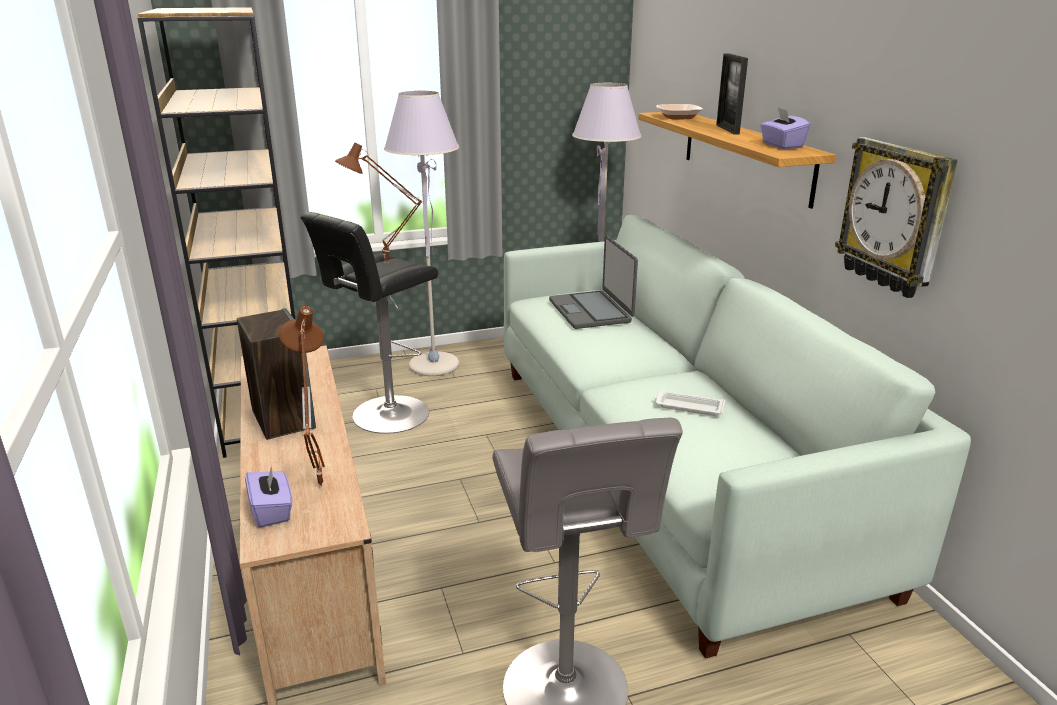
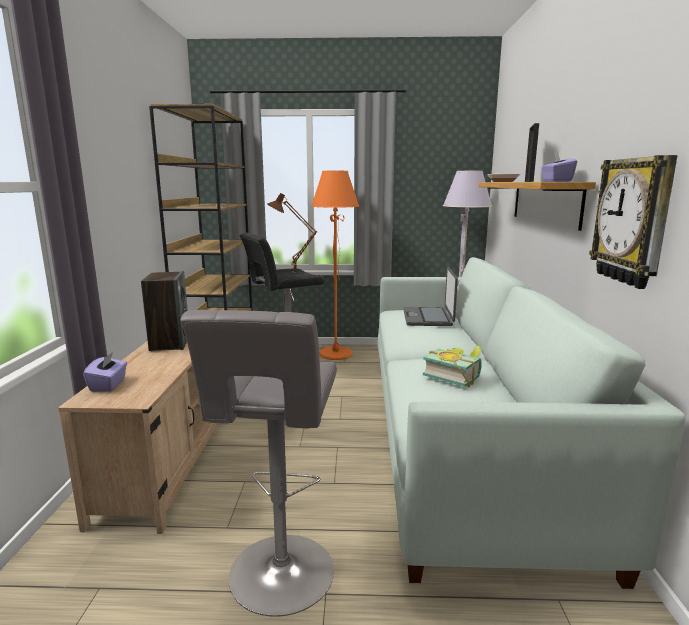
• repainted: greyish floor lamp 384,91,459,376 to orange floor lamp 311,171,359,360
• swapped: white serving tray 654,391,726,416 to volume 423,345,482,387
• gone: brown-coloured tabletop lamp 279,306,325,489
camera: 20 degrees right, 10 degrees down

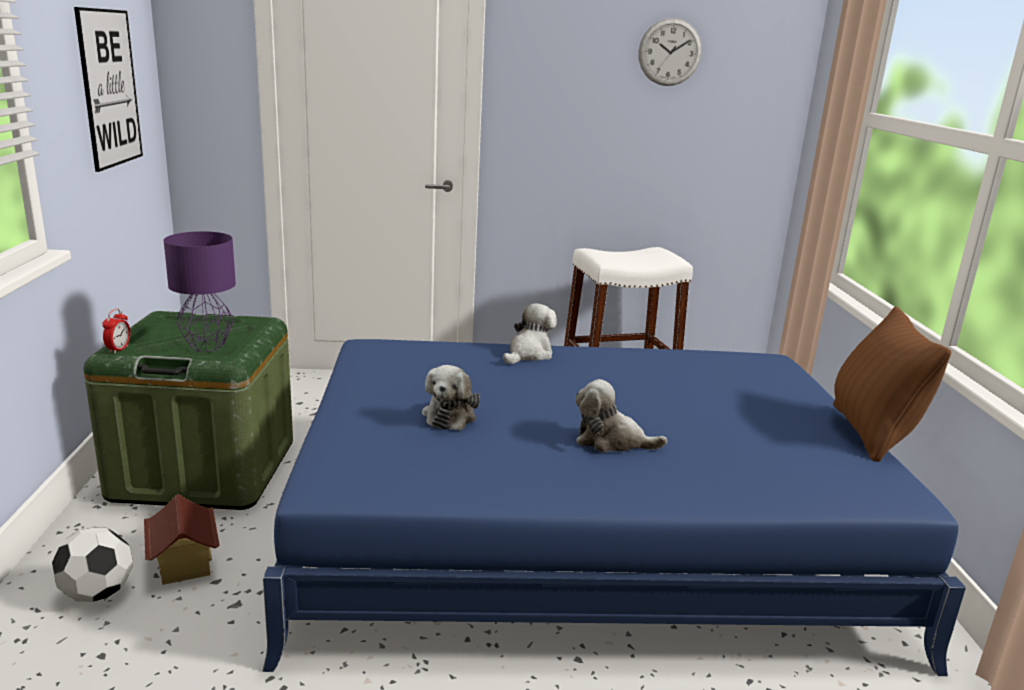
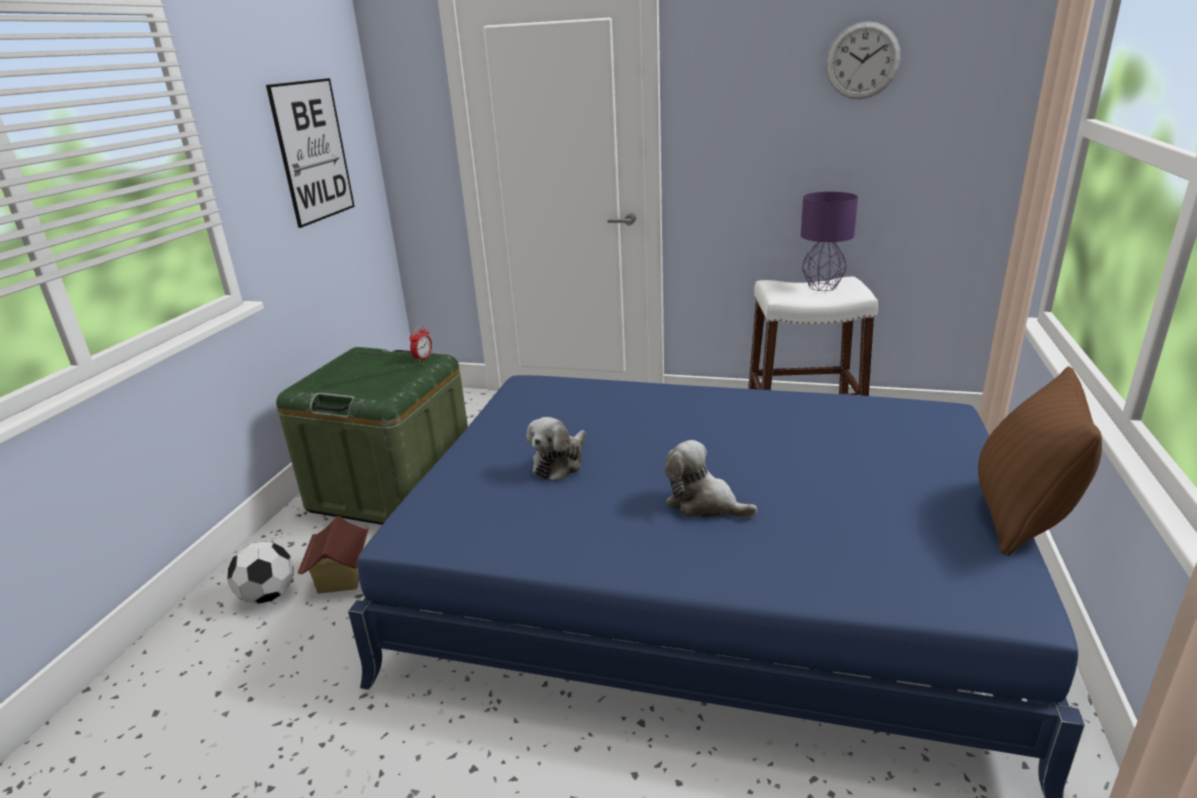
• shifted: alarm clock 102,309,131,354 to 409,325,432,362
• shifted: purple-coloured tabletop lamp 164,231,236,352 to 801,192,858,291
• gone: plush toy 503,303,557,364
camera: 20 degrees right, 5 degrees up

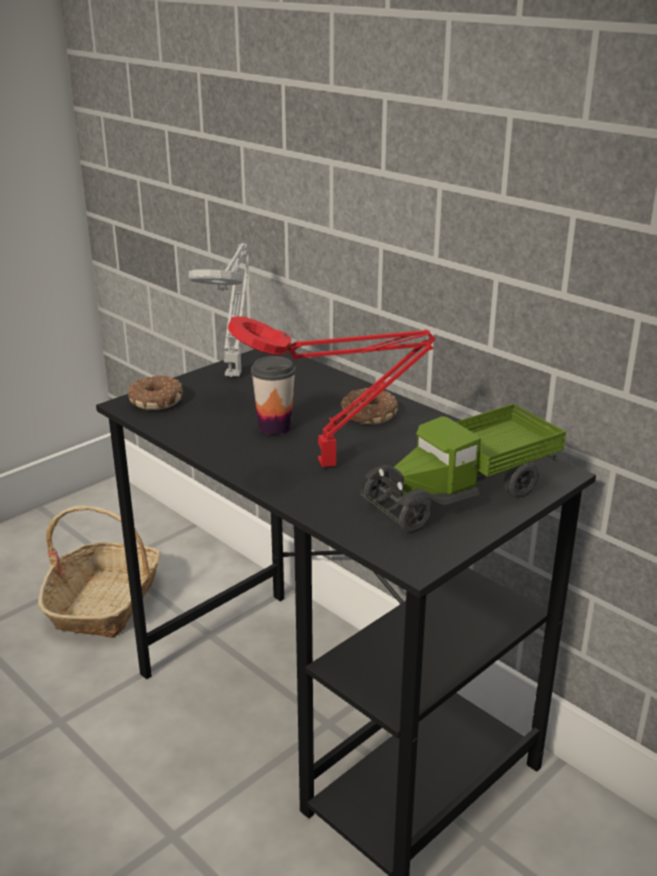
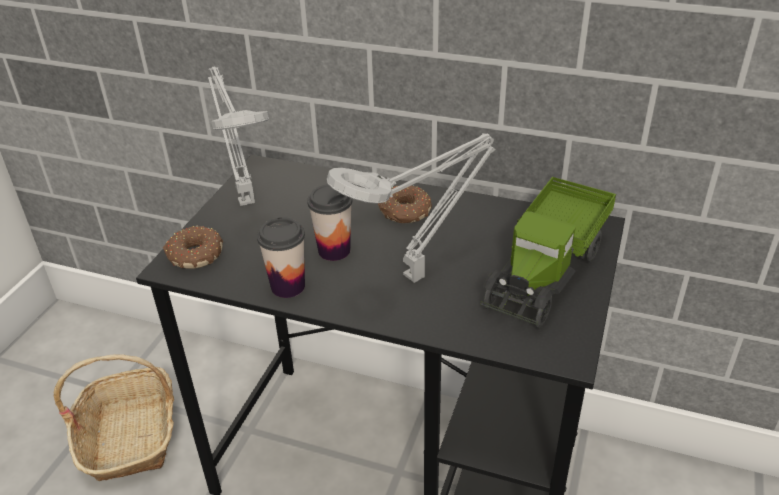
• new: drinking cup 257,218,305,298
• repainted: red-coloured tabletop lamp 228,316,435,467 to greyish tabletop lamp 327,133,496,283
camera: 25 degrees left, 10 degrees up

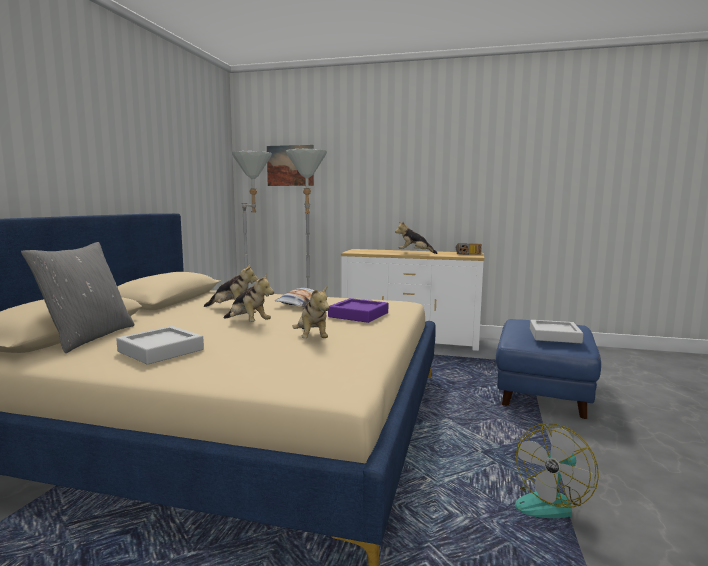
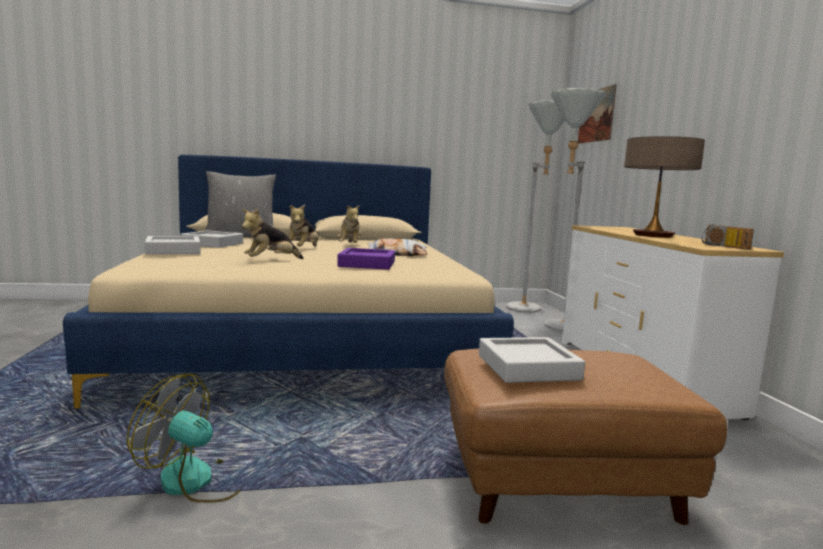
• new: greyish serving tray 145,236,201,254
• repainted: blue-coloured pouffe 496,319,601,419 to brown-coloured pouffe 444,349,728,525
• swapped: plush toy 395,221,438,254 to tabletop lamp 624,136,705,238
camera: 65 degrees right, 0 degrees up

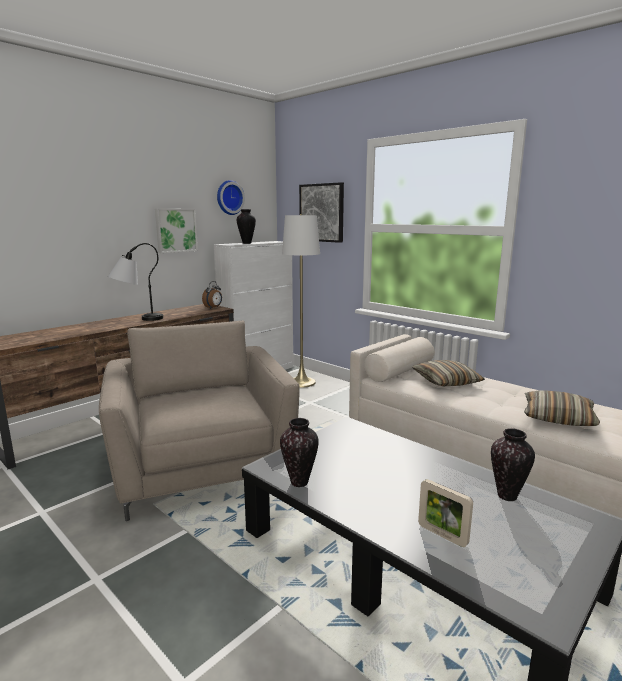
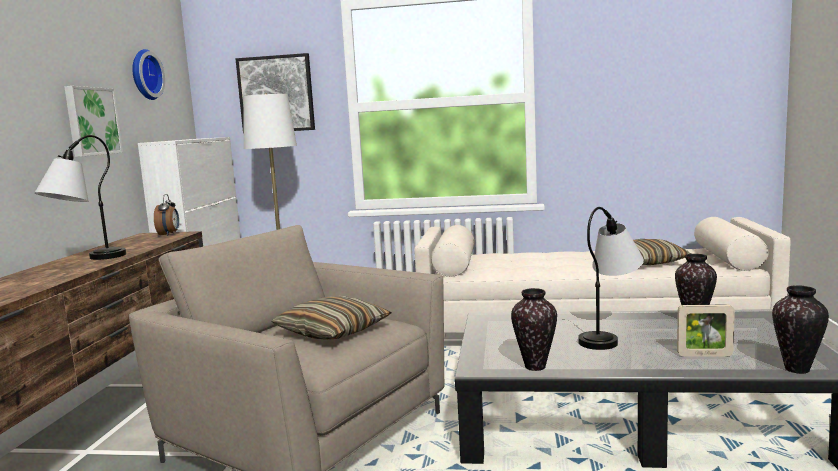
• shifted: cushion 412,360,485,386 to 271,296,392,340
• new: tabletop lamp 578,207,644,350
• shifted: flower vase 237,209,256,244 to 772,285,829,373
camera: 35 degrees left, 5 degrees down

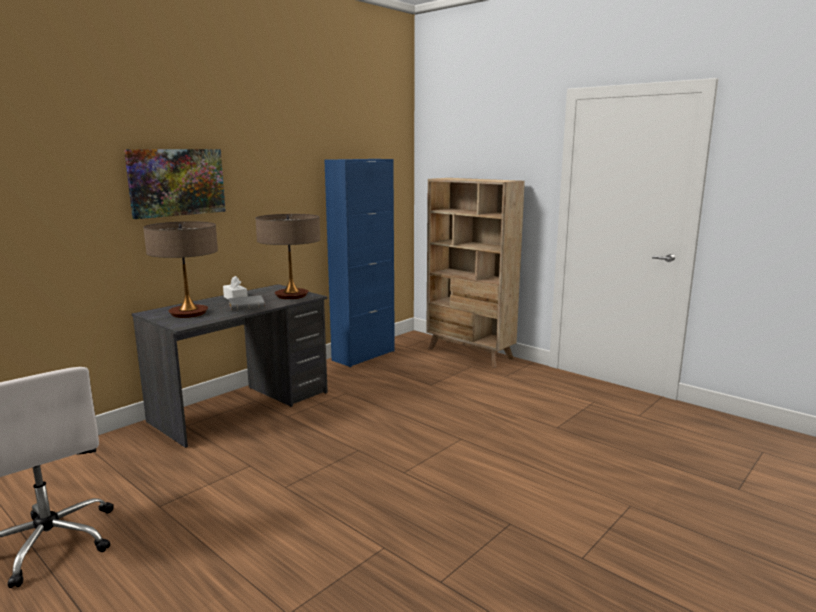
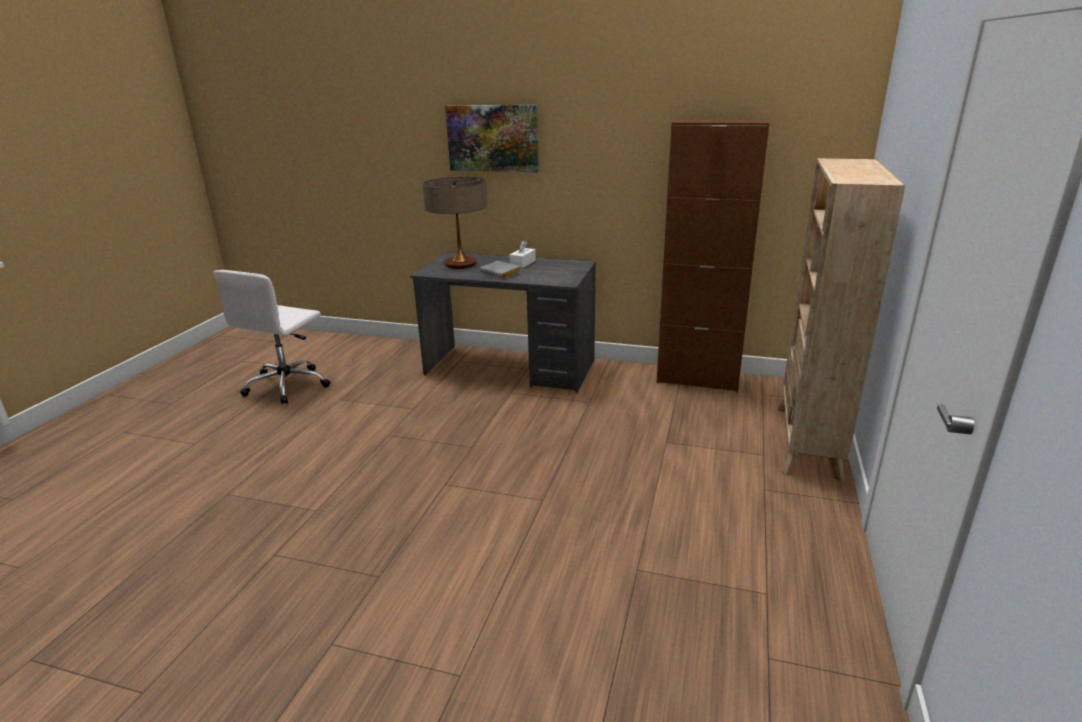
• repainted: blue-coloured cupboard 324,159,395,367 to brown-coloured cupboard 657,119,769,392
• gone: tabletop lamp 255,214,320,299
camera: 65 degrees right, 10 degrees up

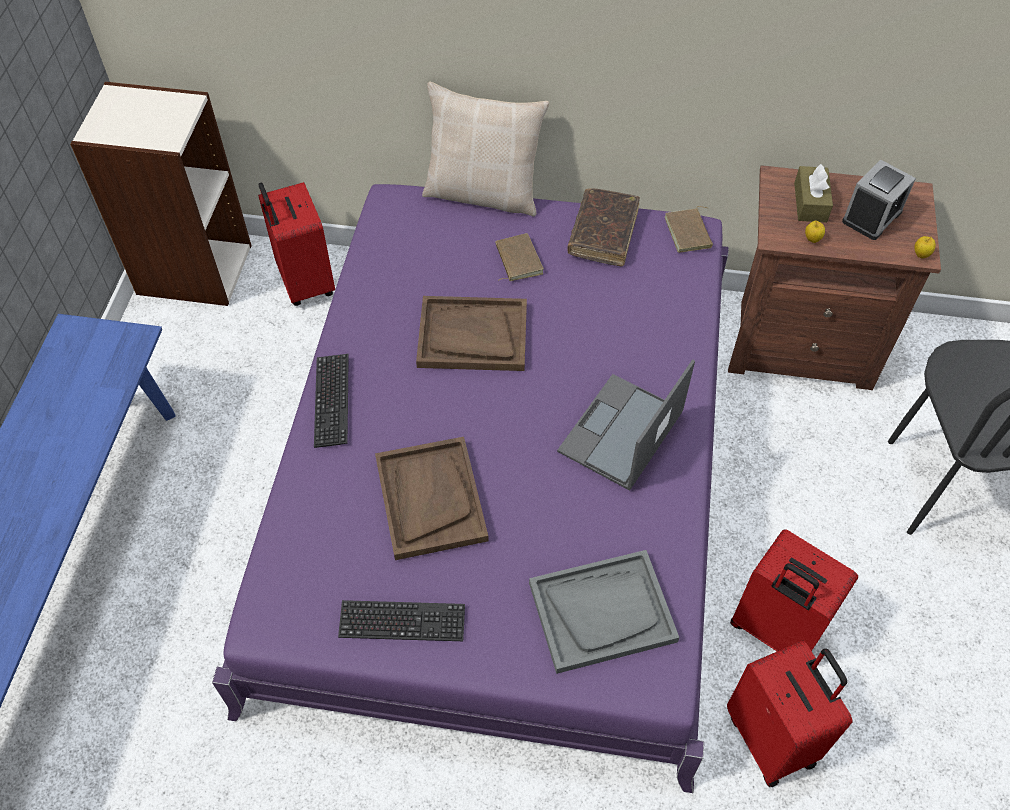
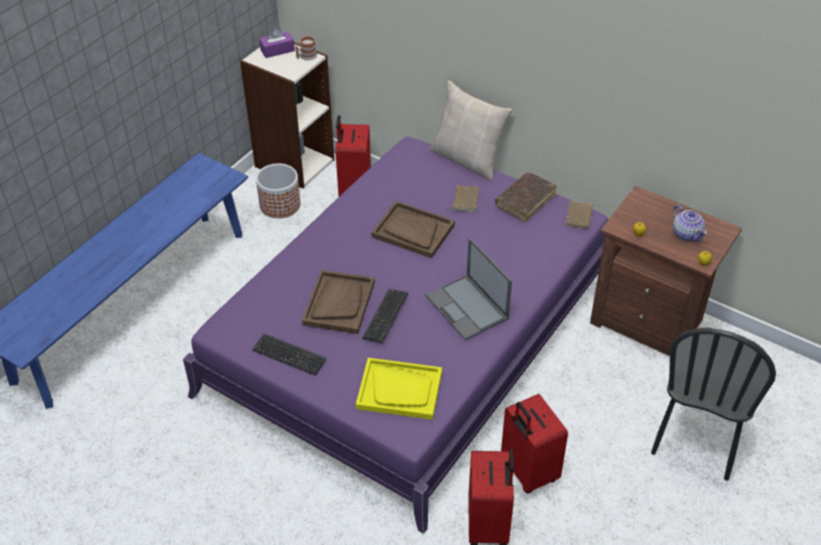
• new: plant pot 256,163,300,218
• new: purple-coloured tissue holder 259,28,295,58
• new: mug 295,36,317,60
• repainted: greyish serving tray 529,550,680,674 to yellow-coloured serving tray 356,358,442,420
• shifted: PC keyboard 314,354,349,448 to 362,289,408,343
• rotated: notebook computer 557,359,695,491 = 426,238,512,340 90 degrees counterclockwise
• swapped: alarm clock 842,159,916,240 to tea pot 673,204,707,242
• gone: brown-coloured tissue holder 794,164,833,223
camera: 25 degrees right, 10 degrees down

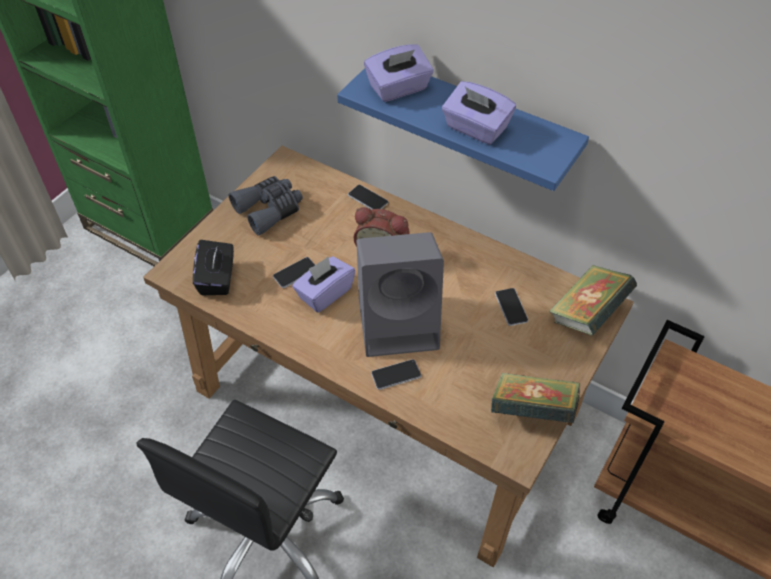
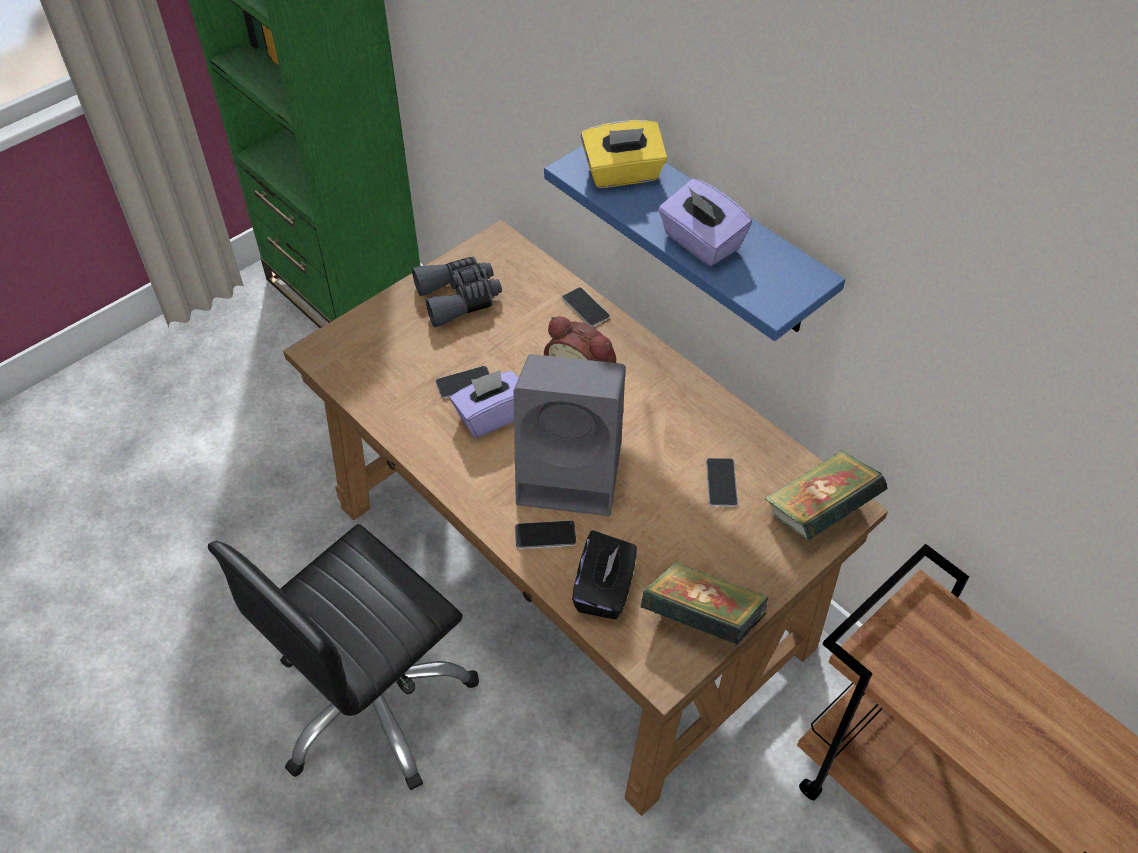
• shifted: blackish tissue holder 193,240,234,295 to 572,530,637,619
• repainted: purple-coloured tissue holder 364,44,434,102 to yellow-coloured tissue holder 581,120,667,188
camera: 15 degrees right, 0 degrees up

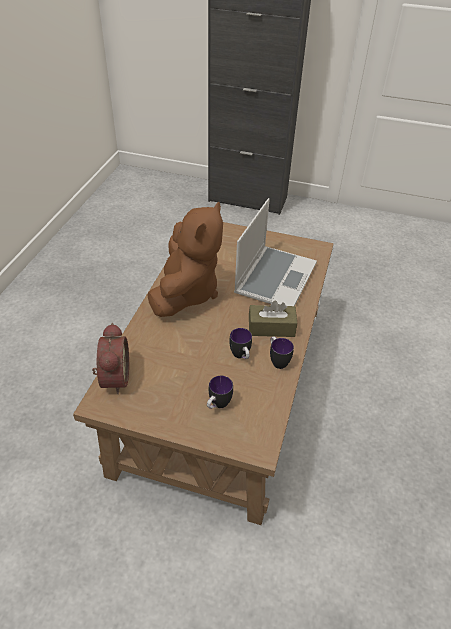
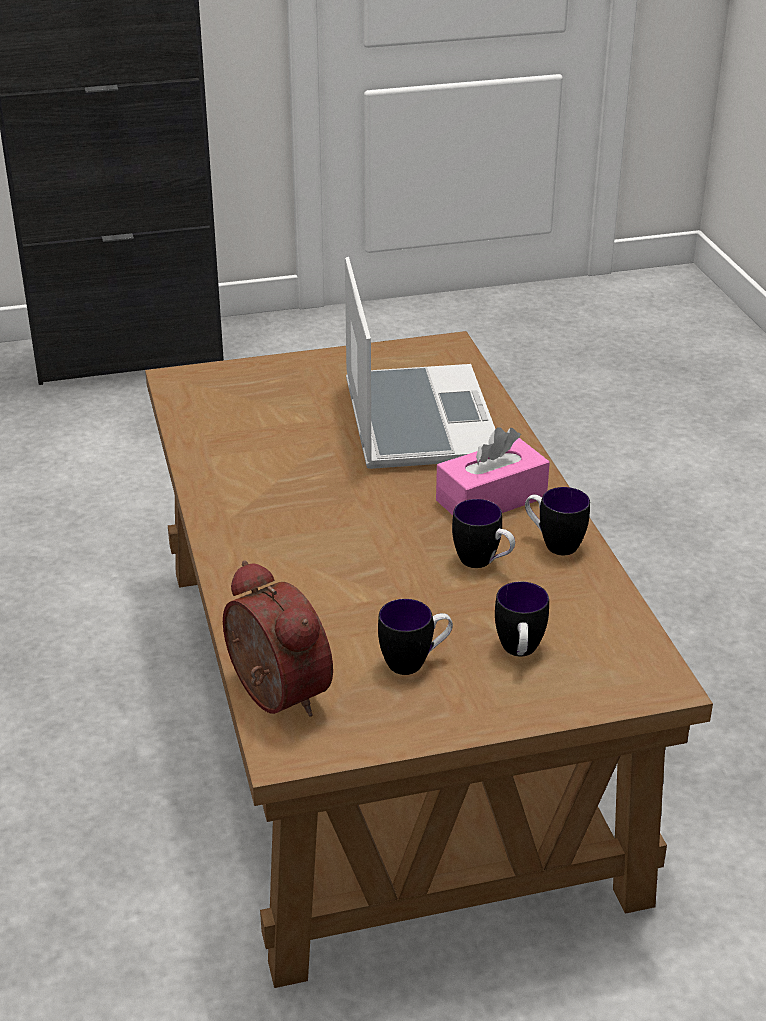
• new: mug 378,599,453,675
• repainted: brown-coloured tissue holder 249,301,297,337 to pink-coloured tissue holder 436,427,550,515
• gone: brown-coloured plush toy 147,202,223,317
camera: 30 degrees left, 10 degrees down

